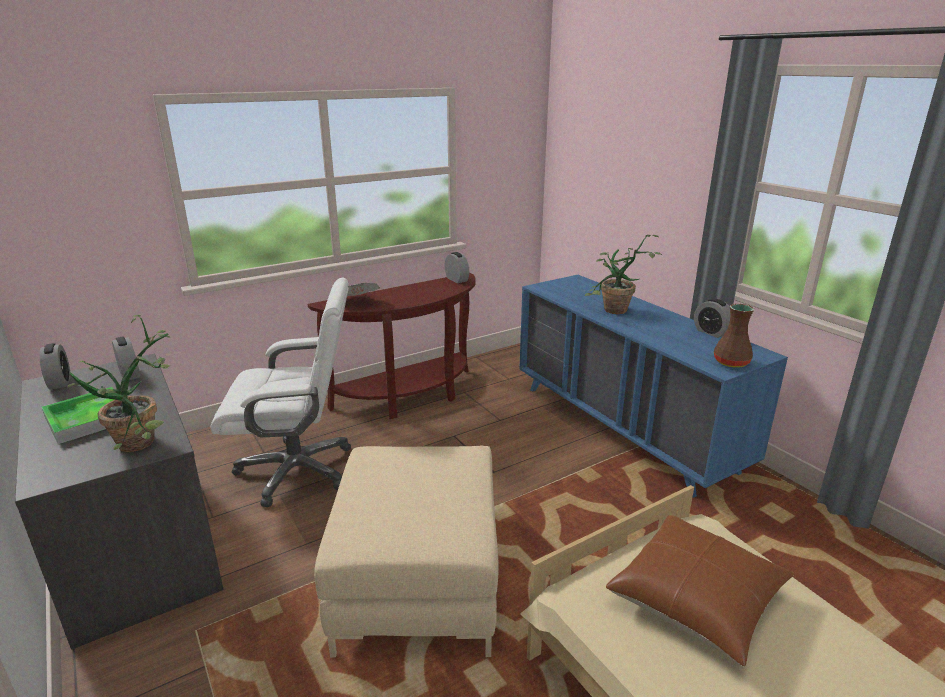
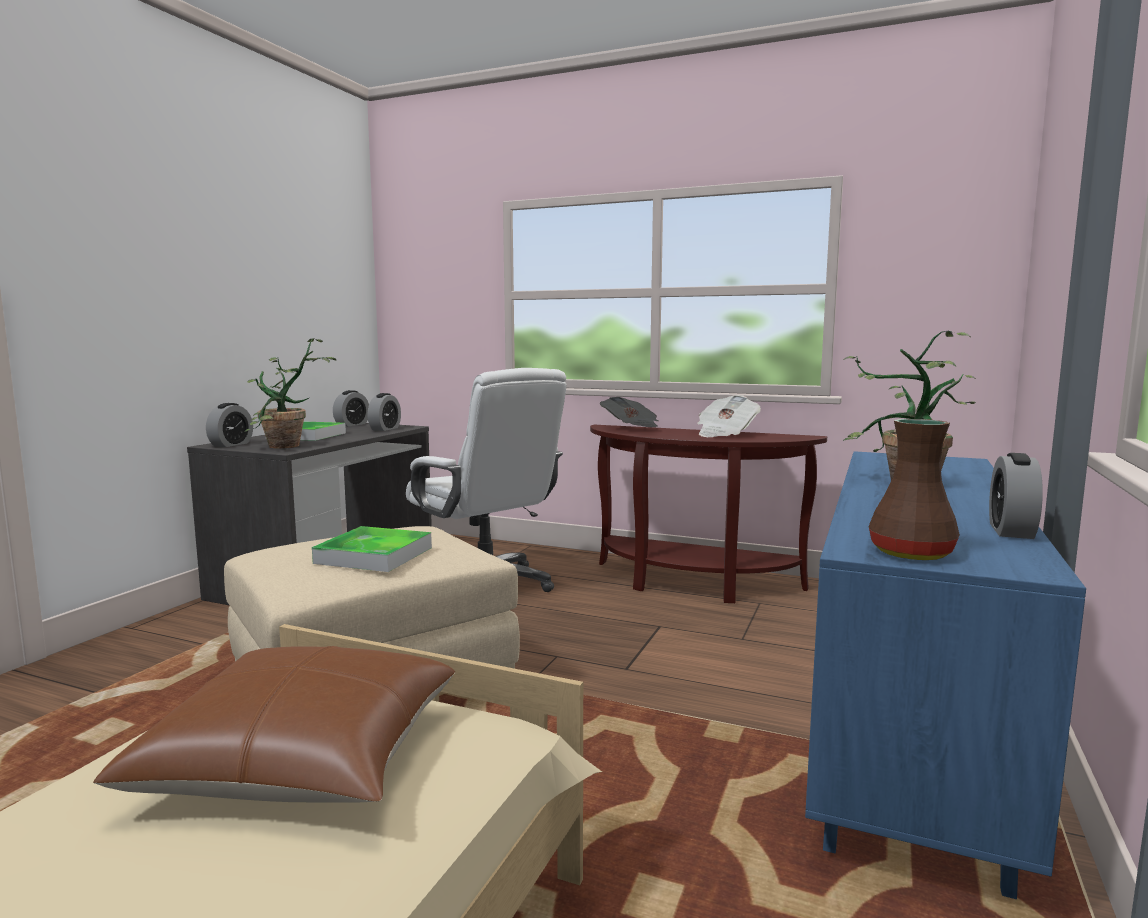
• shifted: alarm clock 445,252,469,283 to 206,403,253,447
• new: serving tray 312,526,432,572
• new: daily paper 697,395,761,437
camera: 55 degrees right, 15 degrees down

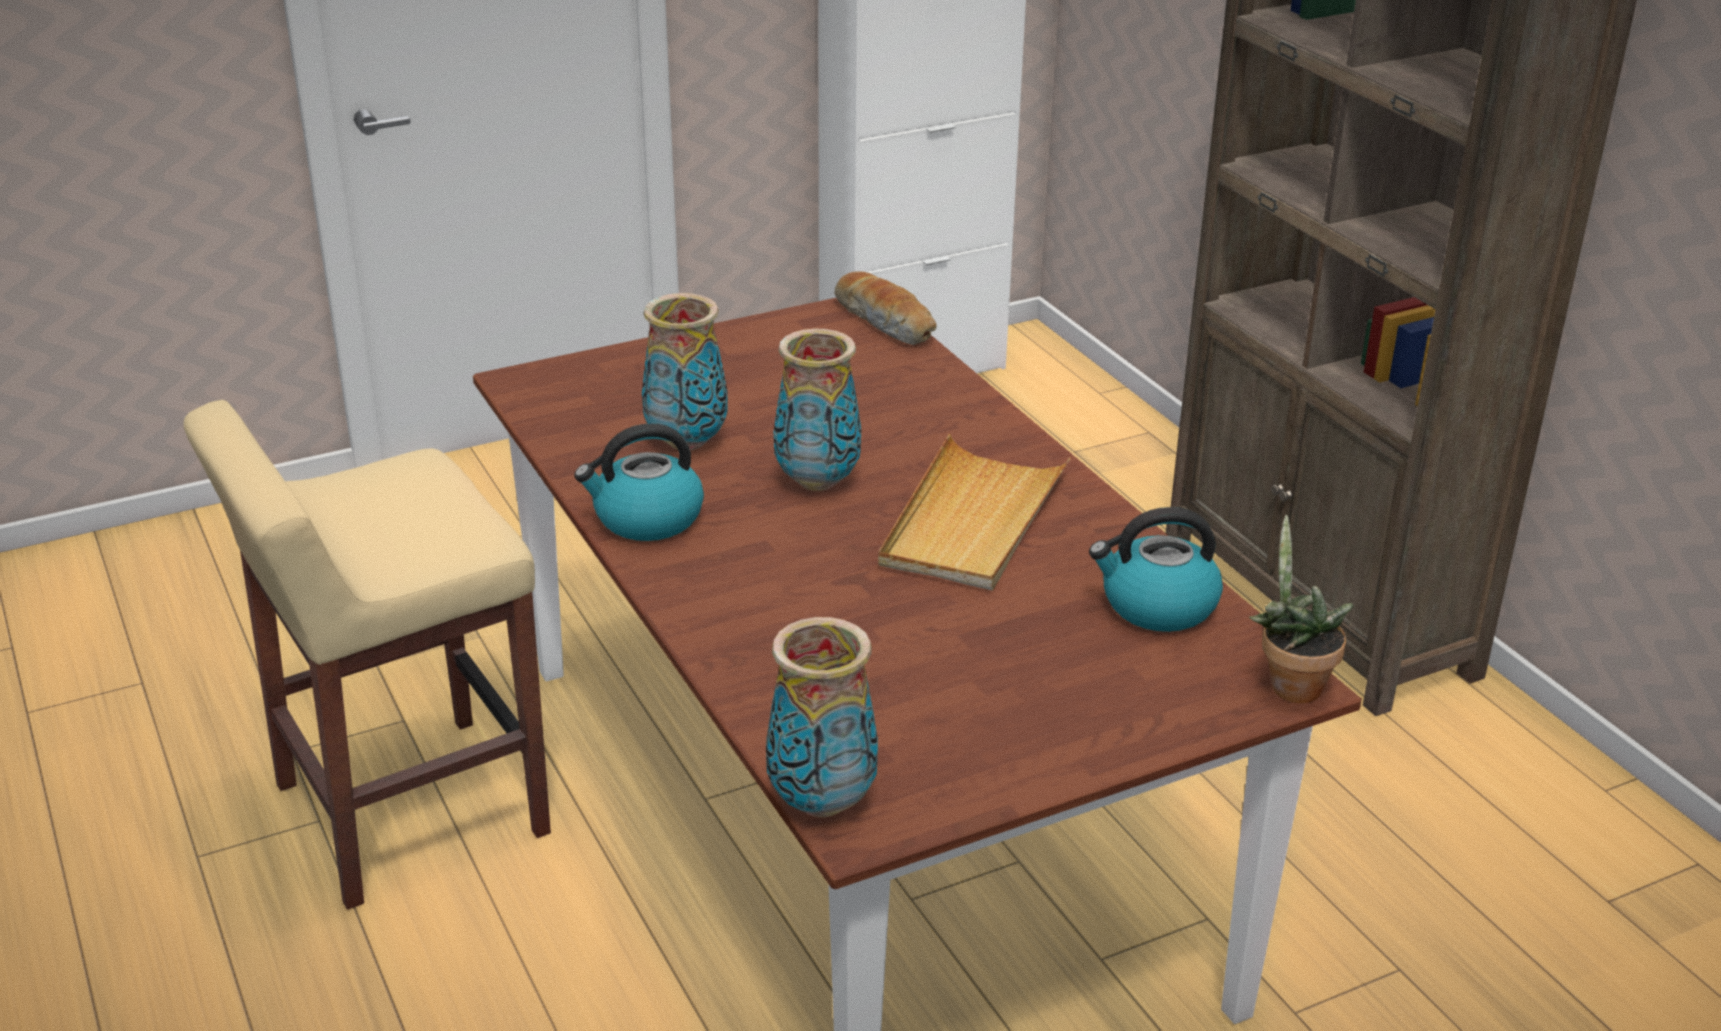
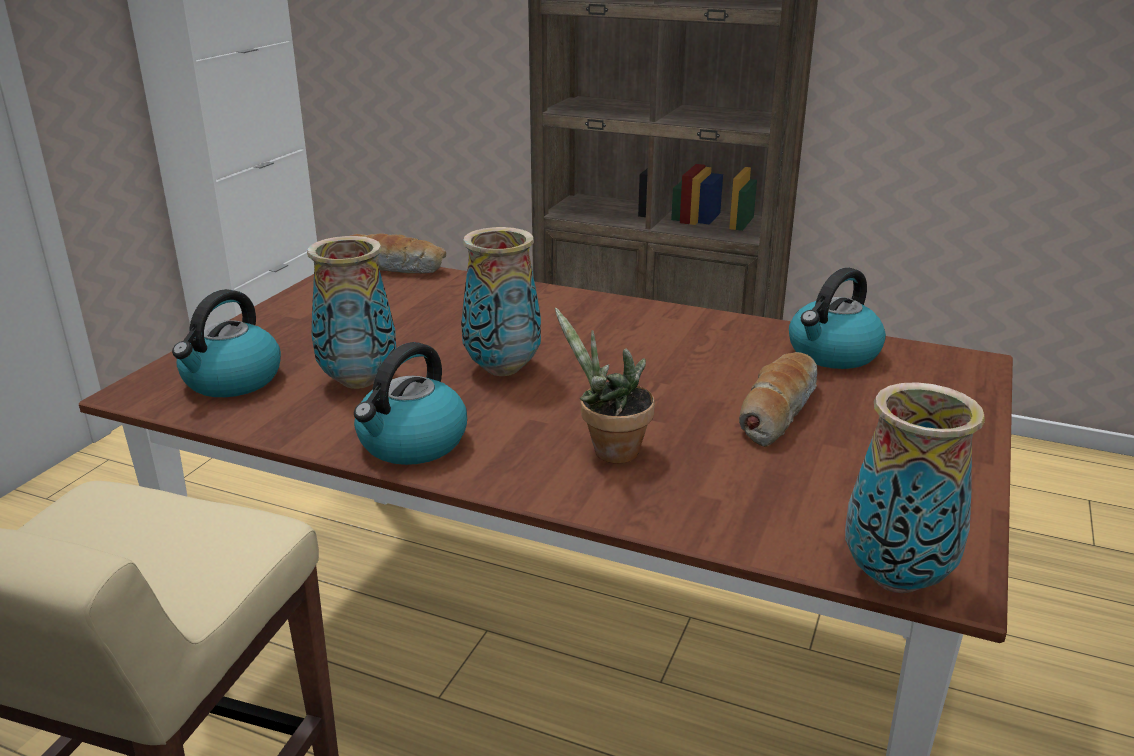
• new: tea kettle 172,289,281,397
• shifted: houseplant 1249,515,1354,703 to 555,307,655,463
• new: bread 739,352,817,447
• gone: beige serving tray 878,434,1071,591
camera: 40 degrees left, 5 degrees down

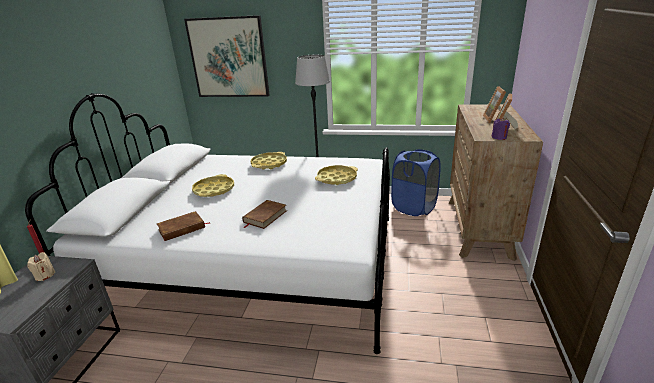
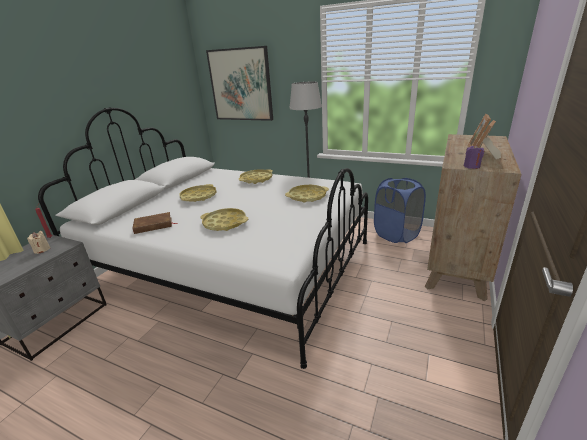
• swapped: brown-coloured volume 242,200,287,229 to yellow-coloured serving tray 200,208,248,231
camera: 15 degrees right, 0 degrees up

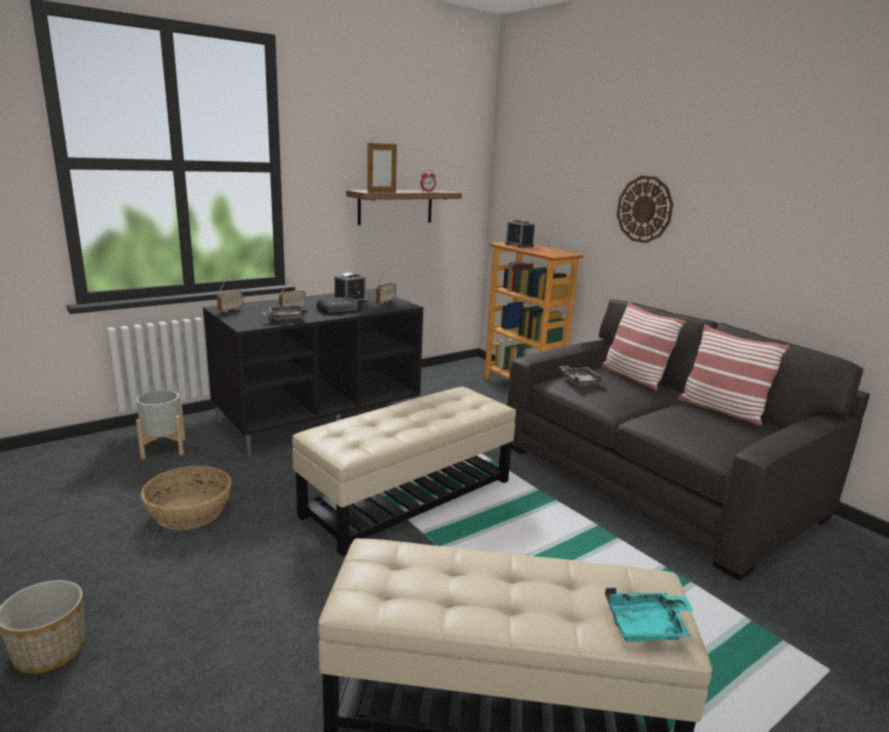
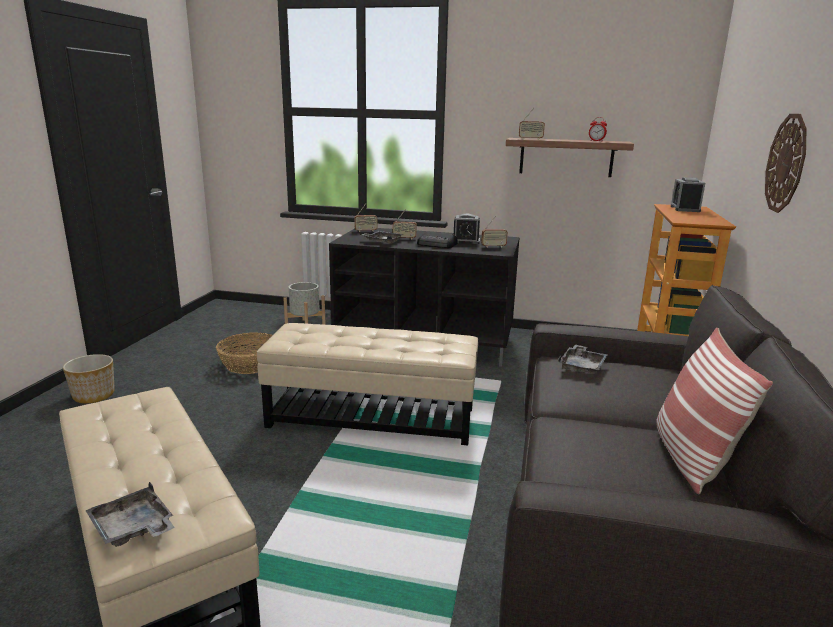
• repainted: blue-green serving tray 605,588,694,642 to greyish serving tray 85,482,175,547
• swapped: photo frame 367,143,397,192 to radio 519,108,545,140
• gone: cushion 602,301,686,391
camera: 50 degrees right, 0 degrees up

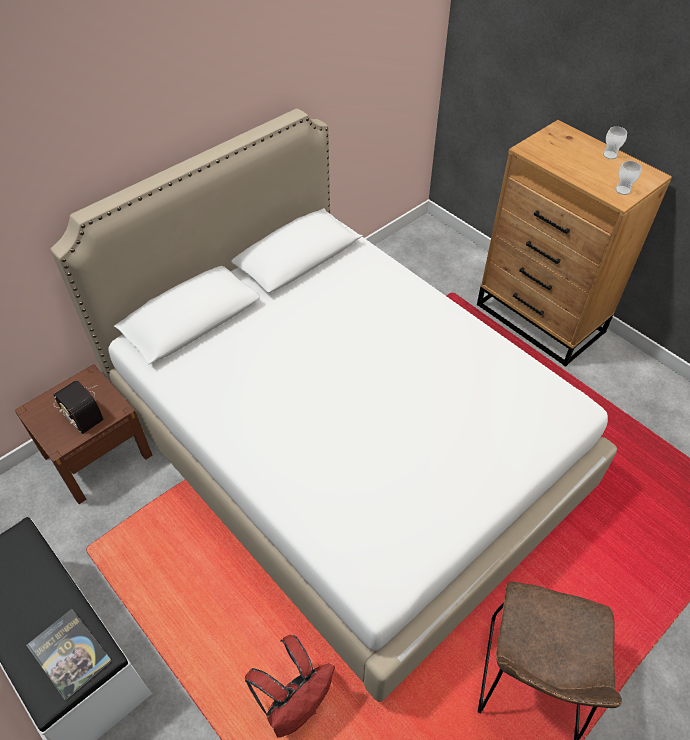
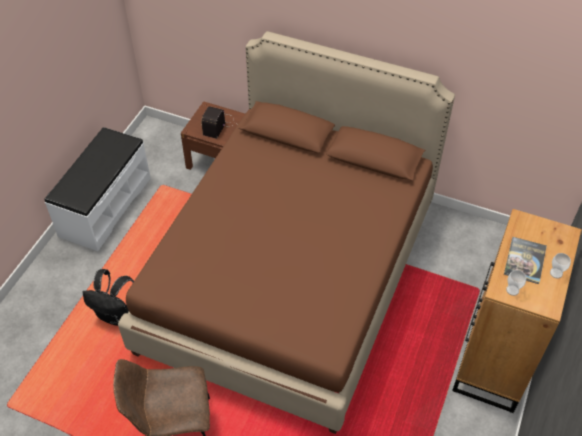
• repainted: red-coloured backpack 244,635,335,738 to blackish backpack 82,269,134,326
• repainted: white sleeping bed 50,108,617,702 to brown-coloured sleeping bed 118,31,455,434
• shifted: volume 26,609,112,700 to 504,237,547,284
camera: 65 degrees right, 0 degrees up

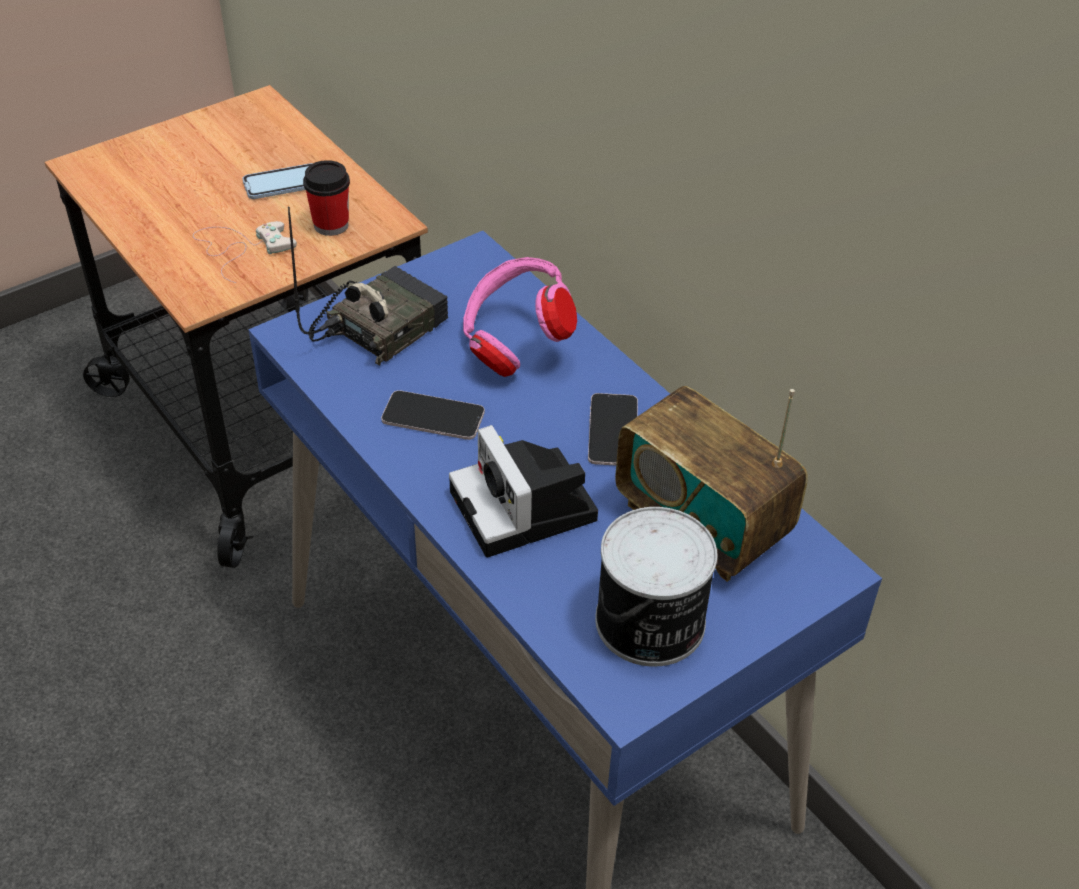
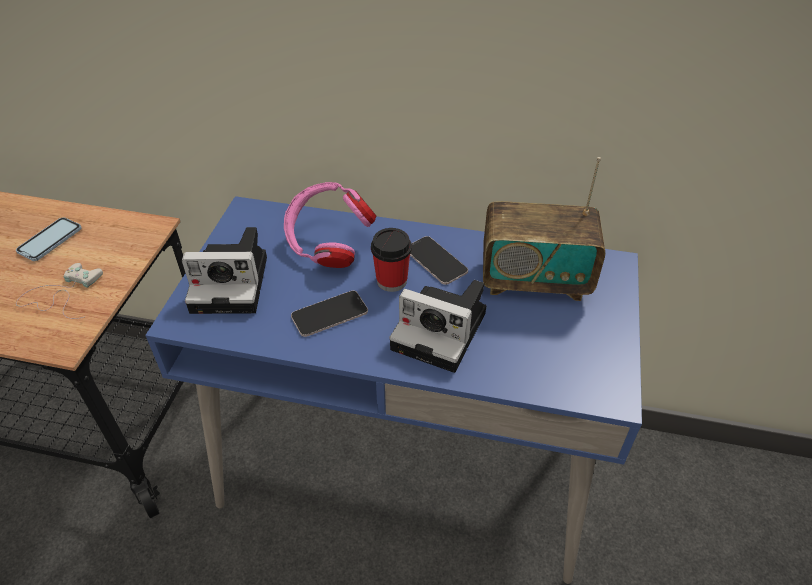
• swapped: radio 288,207,448,366 to photo camera 182,227,267,314
• shifted: drinking cup 303,160,350,236 to 371,228,412,292
• gone: sealed can 595,507,718,667
camera: 40 degrees left, 0 degrees up

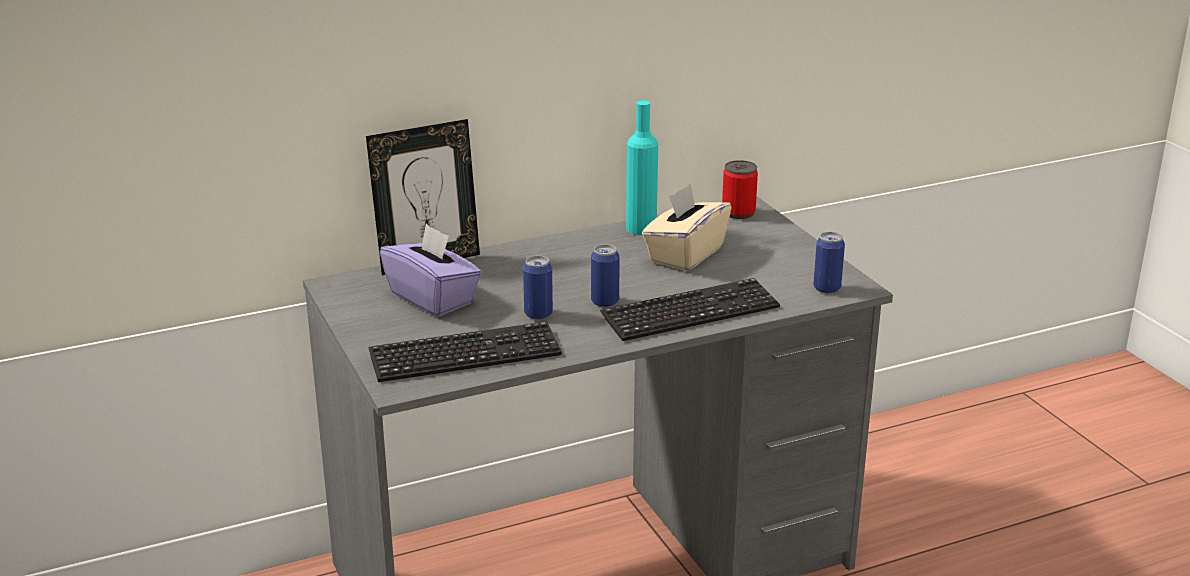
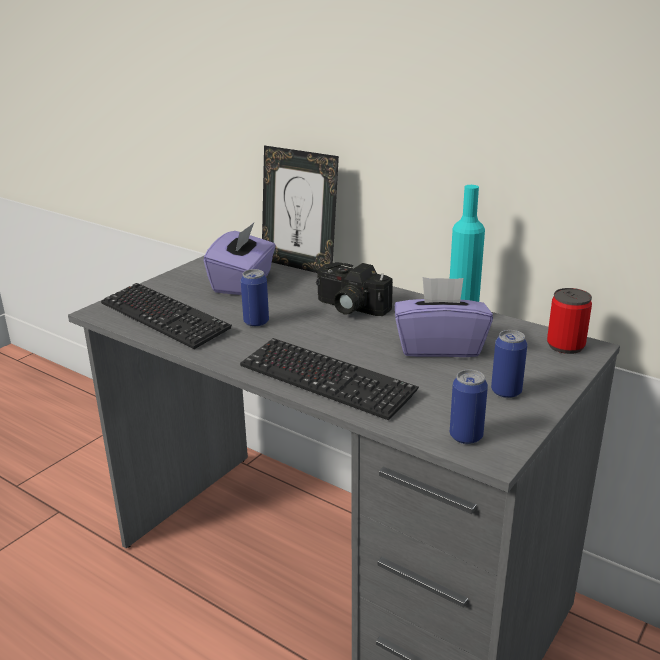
• new: photo camera 316,262,393,316
• repainted: beige tissue holder 642,183,732,271 to purple-coloured tissue holder 395,277,493,357
• shifted: sealed can 591,244,620,307 to 491,330,527,398
camera: 60 degrees right, 0 degrees up

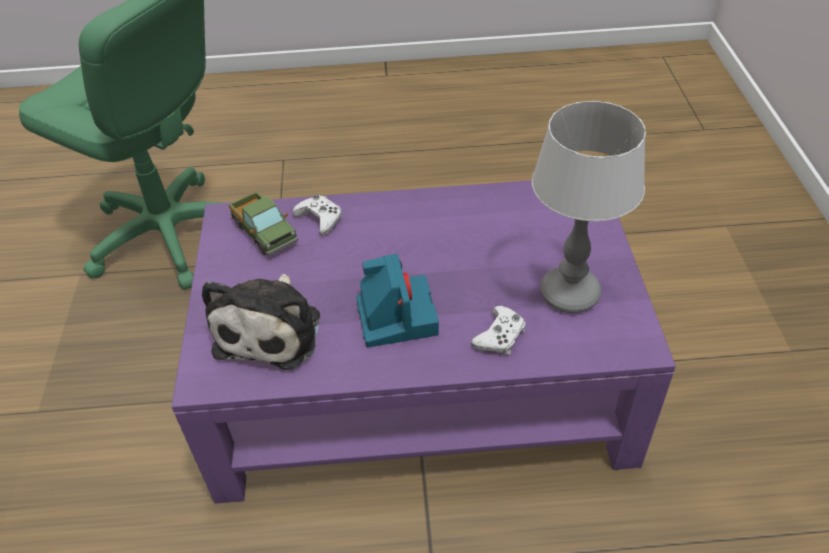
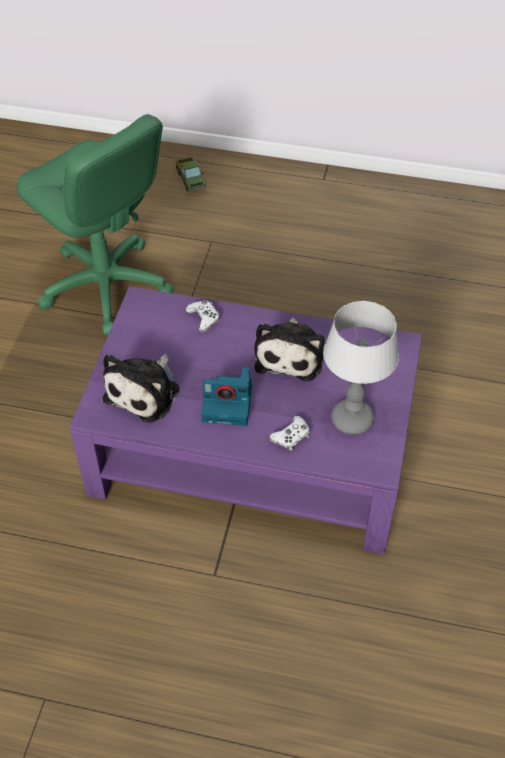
• shifted: toy truck 229,191,298,256 to 175,157,206,192
• rotated: photo camera 357,254,439,347 = 201,367,252,426 90 degrees clockwise
• new: plush toy 254,318,325,381
camera: 15 degrees right, 5 degrees up

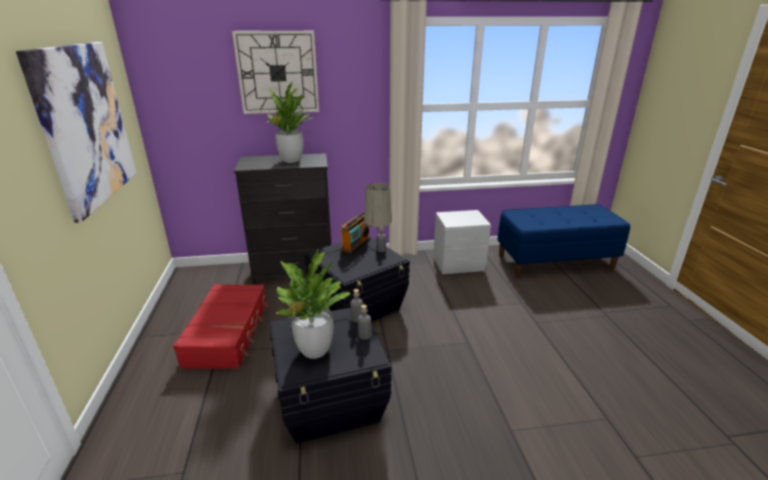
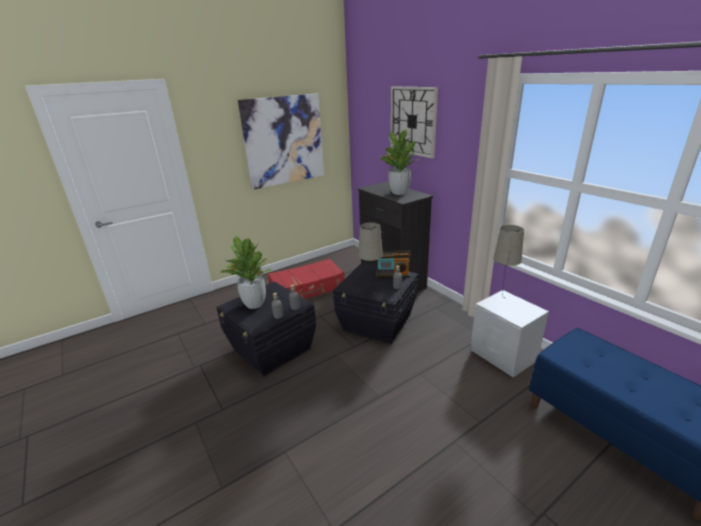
• new: beige tabletop lamp 494,225,524,297
camera: 65 degrees right, 0 degrees up

